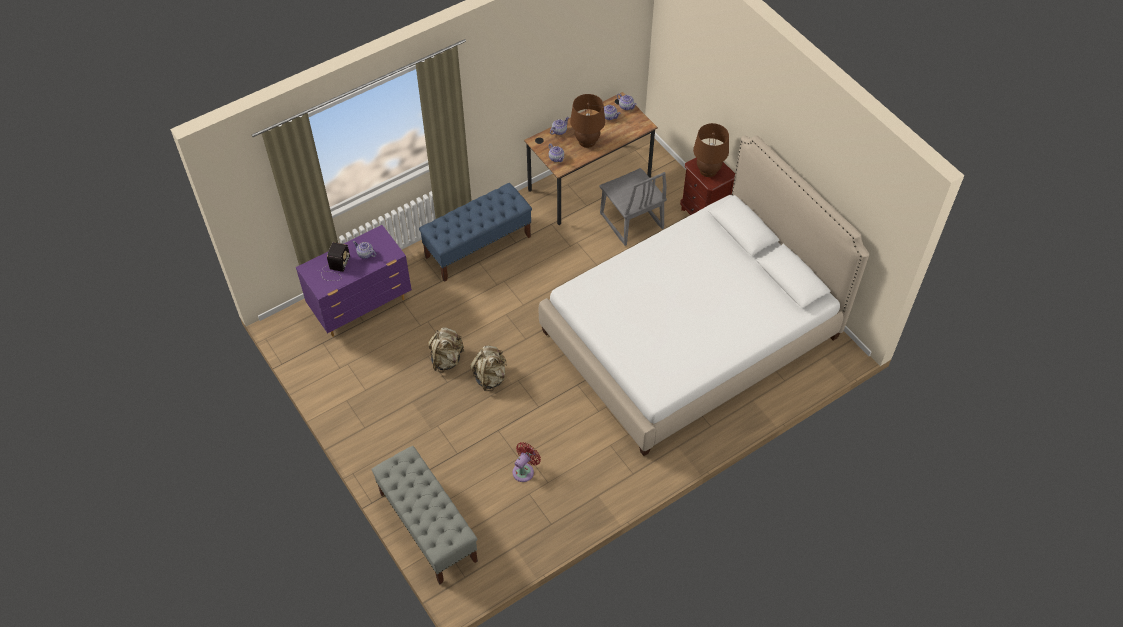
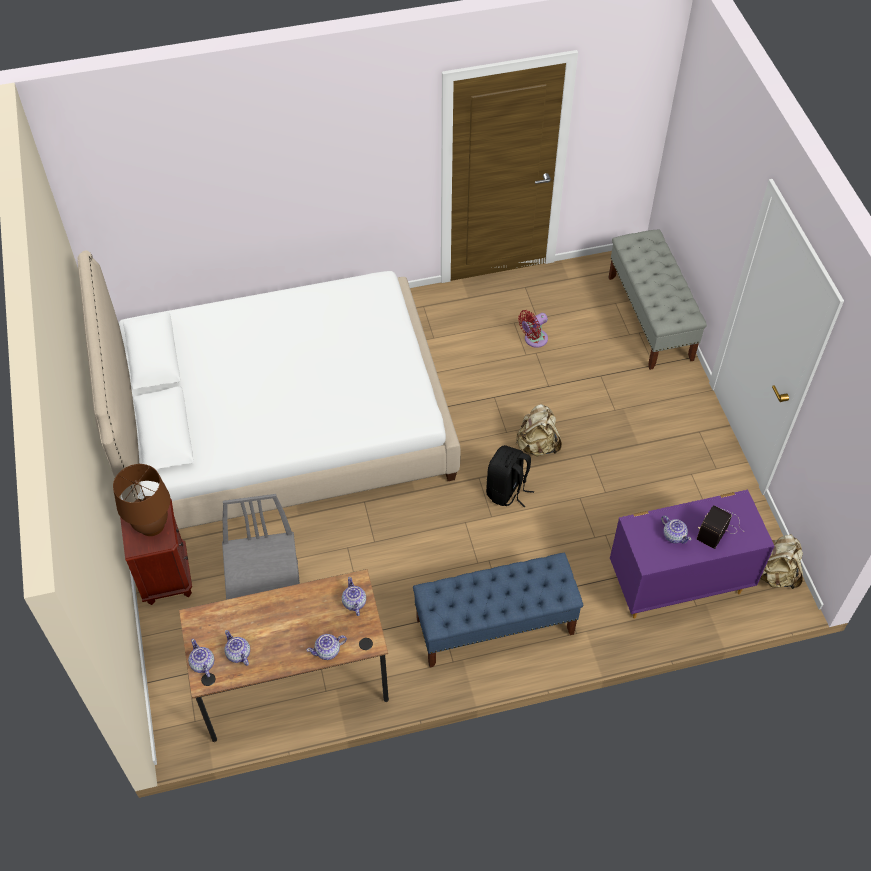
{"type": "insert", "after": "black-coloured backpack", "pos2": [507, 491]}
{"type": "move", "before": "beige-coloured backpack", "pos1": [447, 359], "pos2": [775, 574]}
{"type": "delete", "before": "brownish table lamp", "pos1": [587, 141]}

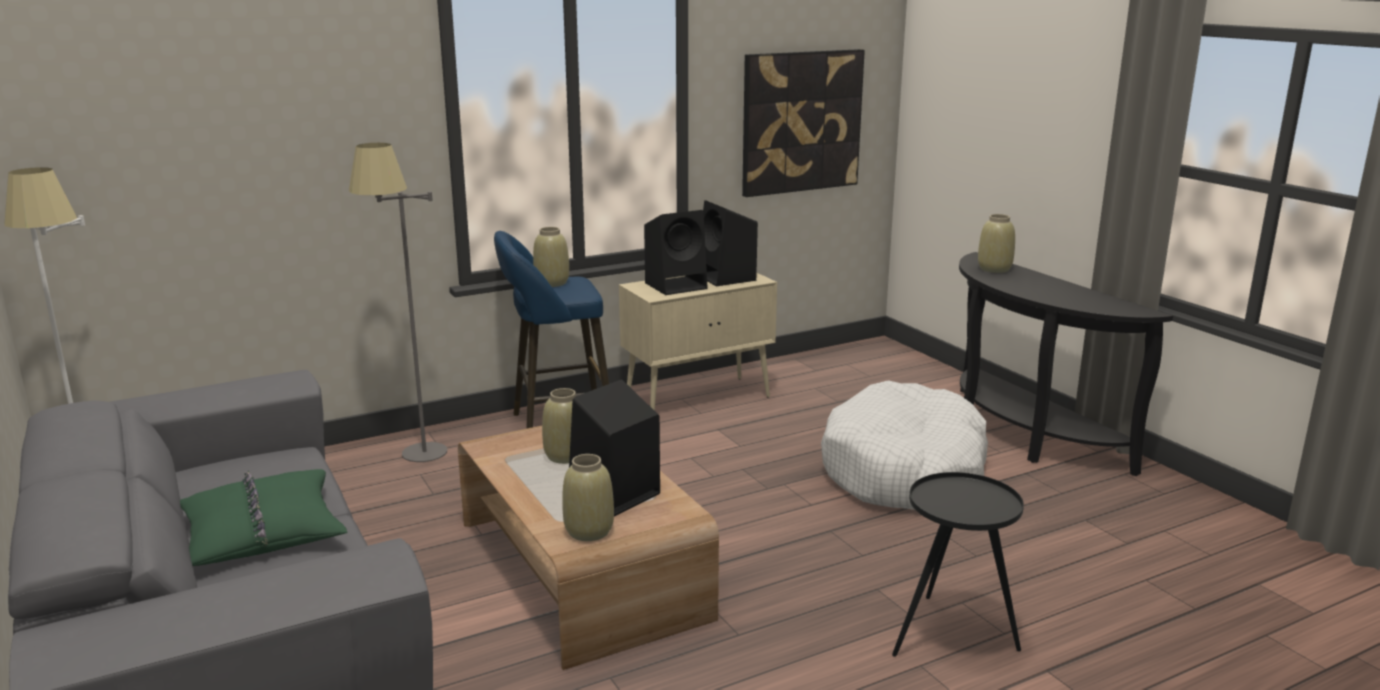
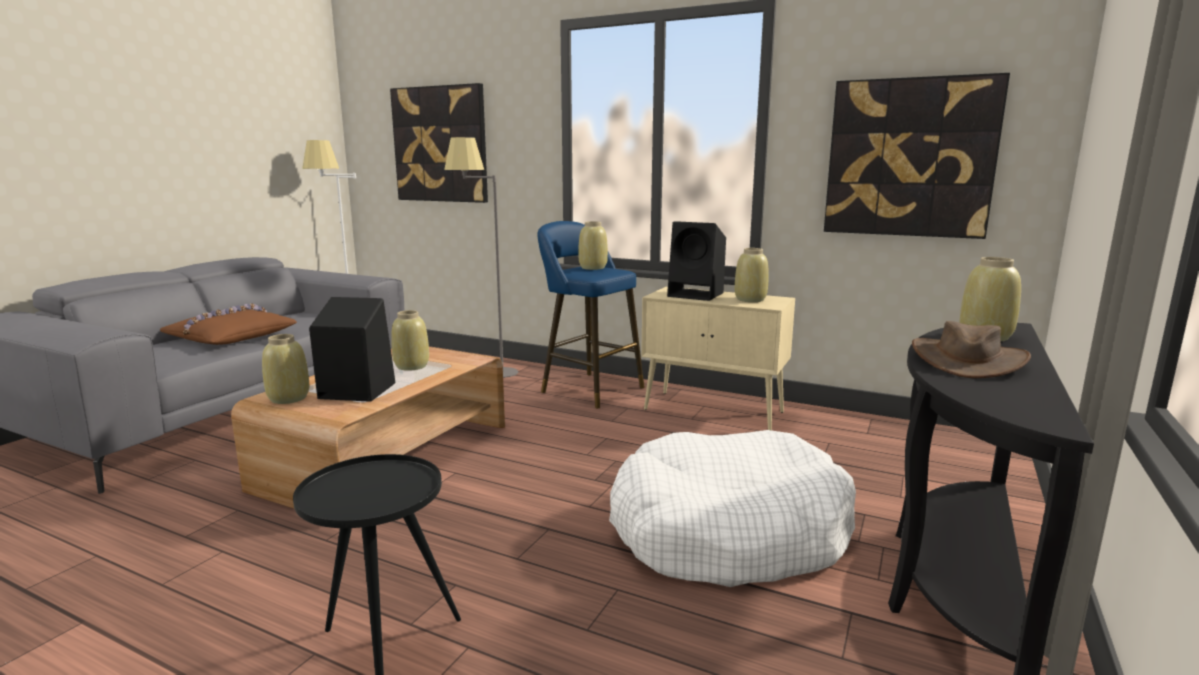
{"type": "recolor", "before": "greenish pillow", "after": "brownish pillow", "pos1": [262, 532], "pos2": [230, 337]}
{"type": "insert", "after": "picture", "pos2": [440, 144]}
{"type": "replace", "before": "black-coloured loudspeaker", "after": "beige-coloured vase", "pos1": [727, 278], "pos2": [750, 300]}
{"type": "insert", "after": "brownish wearable hat", "pos2": [967, 360]}

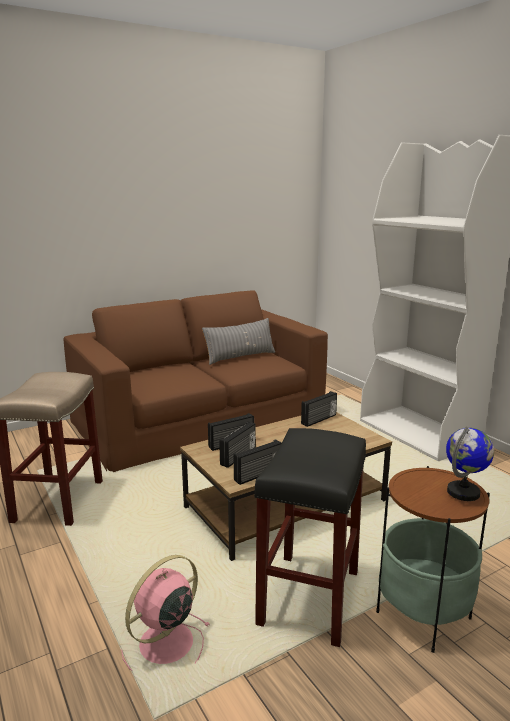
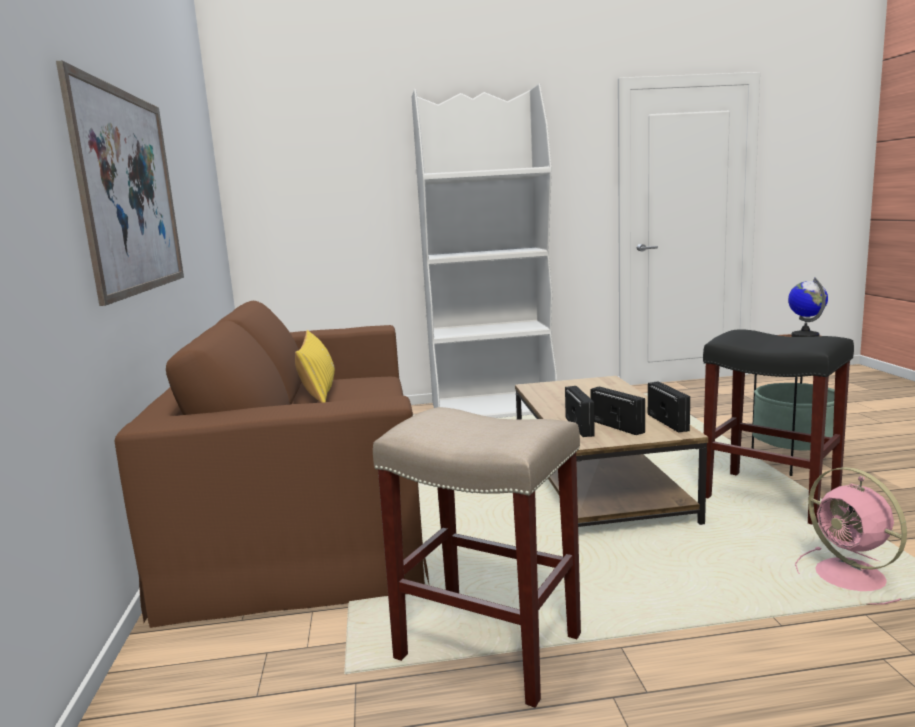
{"type": "insert", "after": "picture", "pos2": [131, 192]}
{"type": "recolor", "before": "greyish pillow", "after": "yellowish pillow", "pos1": [240, 357], "pos2": [319, 390]}
{"type": "delete", "before": "radio receiver", "pos1": [319, 419]}

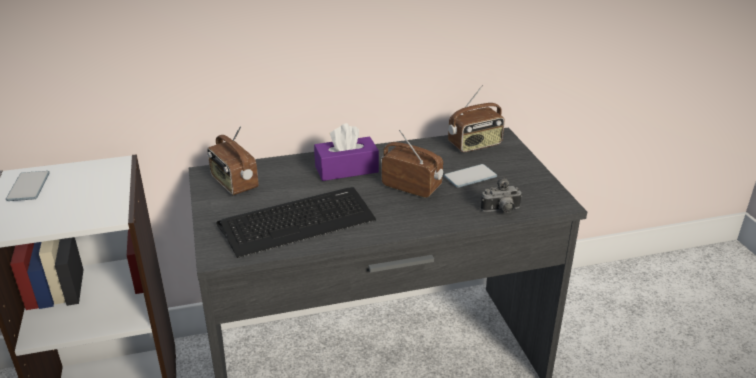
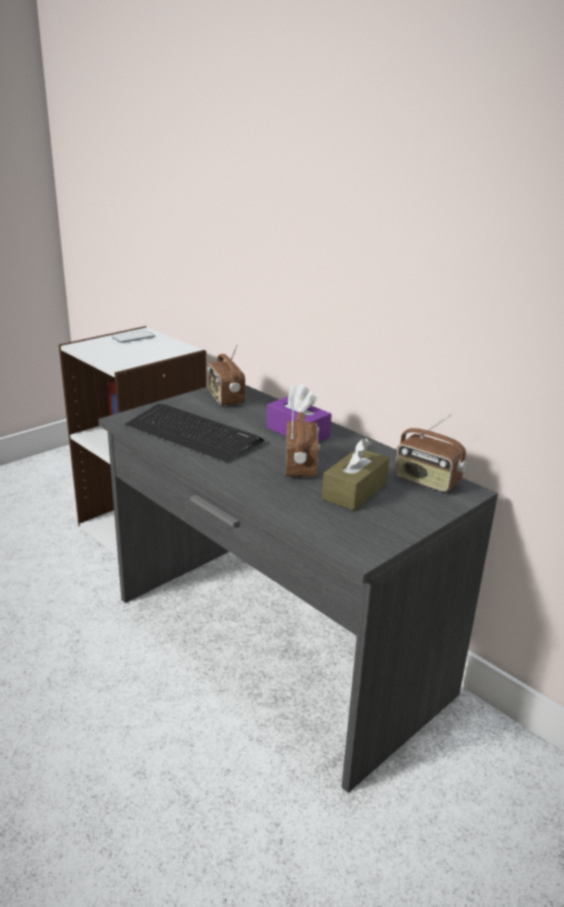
{"type": "rotate", "before": "radio receiver", "pos1": [233, 183], "pos2": [225, 398], "turn": -45}
{"type": "replace", "before": "phone", "after": "brownish tissue box", "pos1": [470, 177], "pos2": [355, 491]}
{"type": "delete", "before": "photo camera", "pos1": [501, 211]}

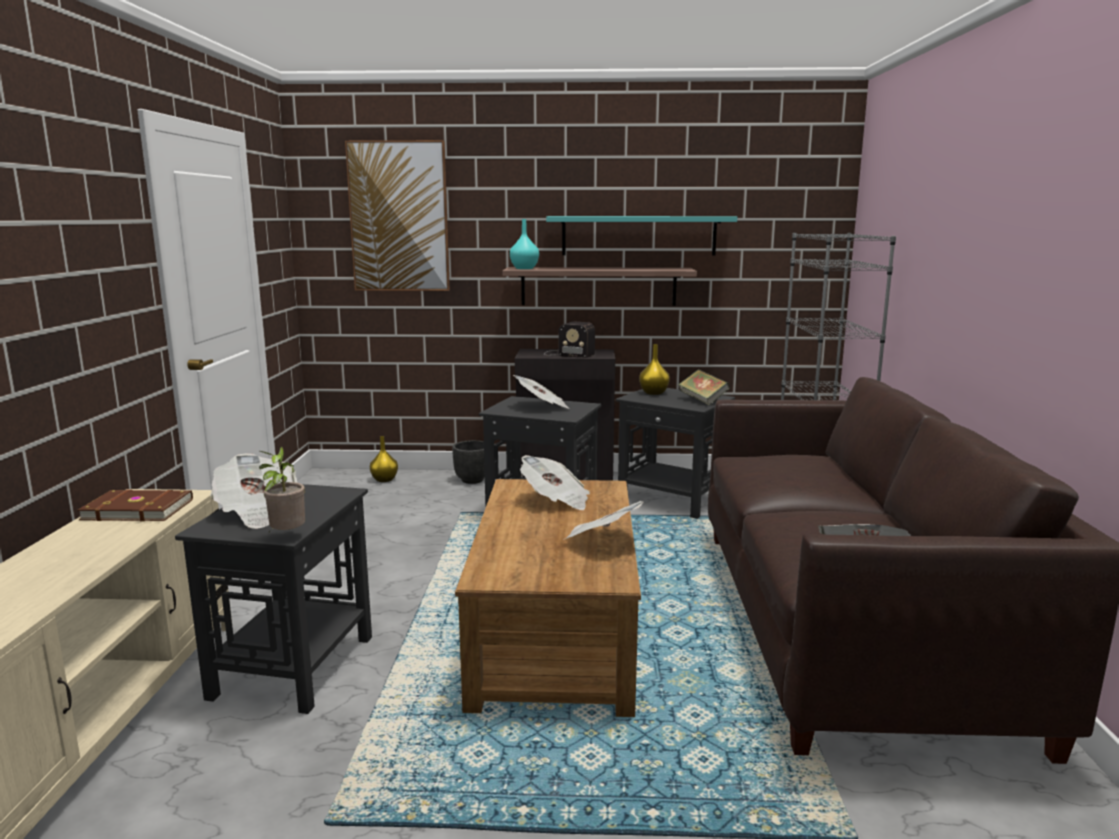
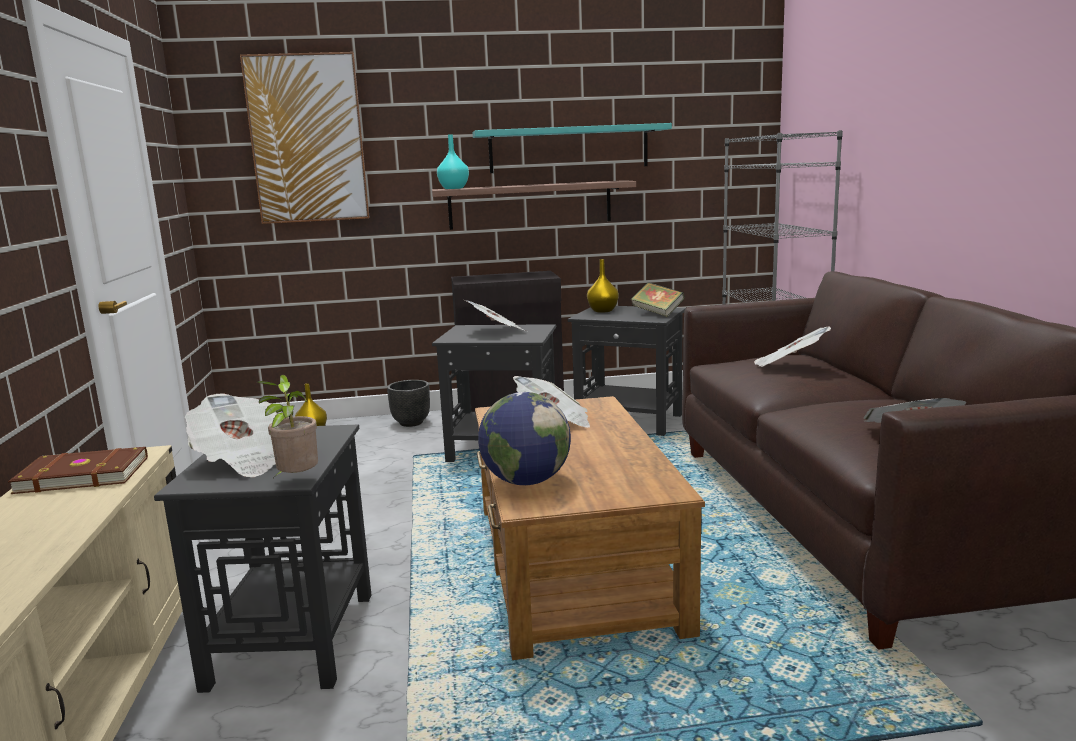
{"type": "insert", "after": "globe", "pos2": [526, 481]}
{"type": "move", "before": "newspaper", "pos1": [602, 540], "pos2": [788, 366]}
{"type": "delete", "before": "radio receiver", "pos1": [567, 354]}

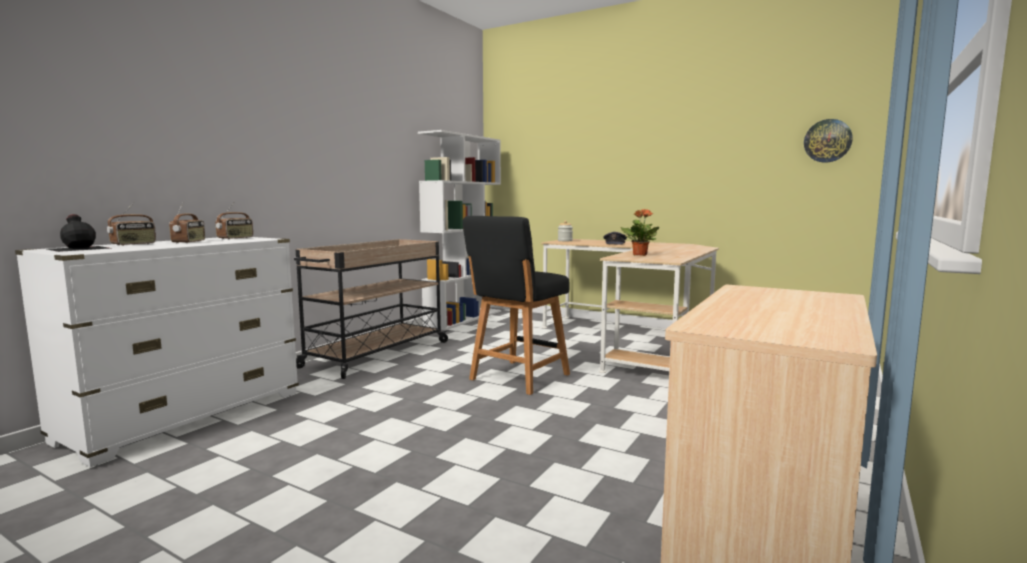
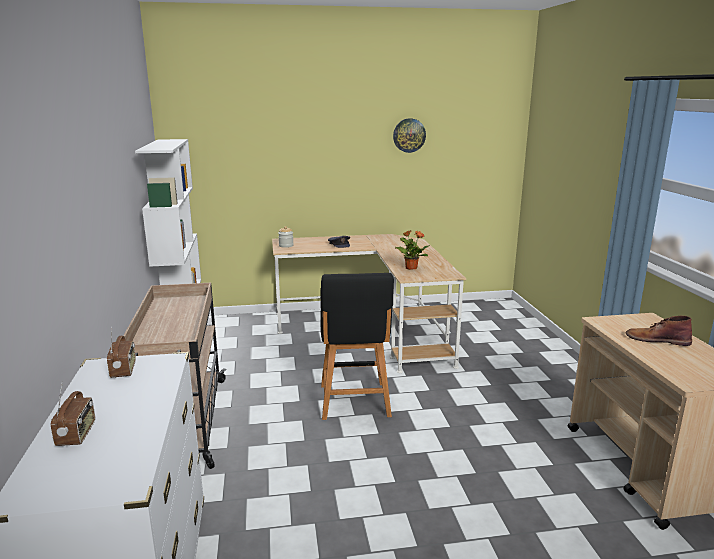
{"type": "move", "before": "wall clock", "pos1": [827, 141], "pos2": [409, 135]}
{"type": "insert", "after": "brownish high-top boot", "pos2": [656, 339]}
{"type": "delete", "before": "black-coloured drink bottle", "pos1": [80, 248]}
{"type": "delete", "before": "radio receiver", "pos1": [189, 242]}

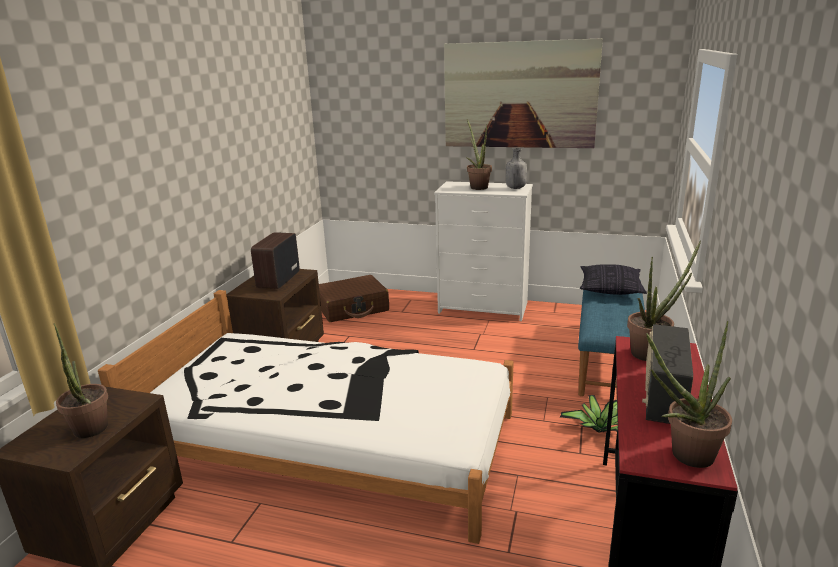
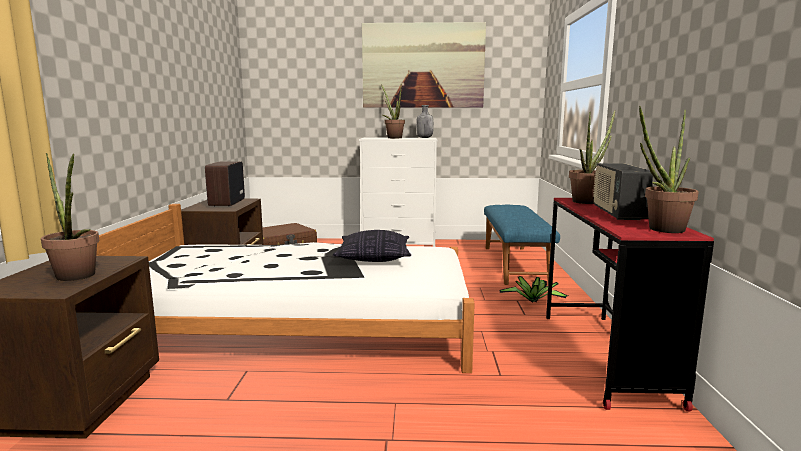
{"type": "move", "before": "pillow", "pos1": [610, 289], "pos2": [374, 258]}

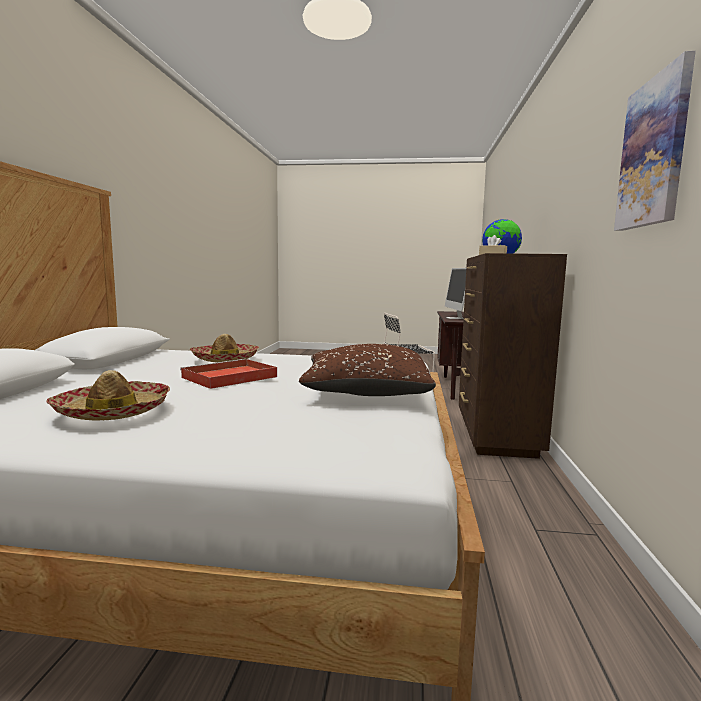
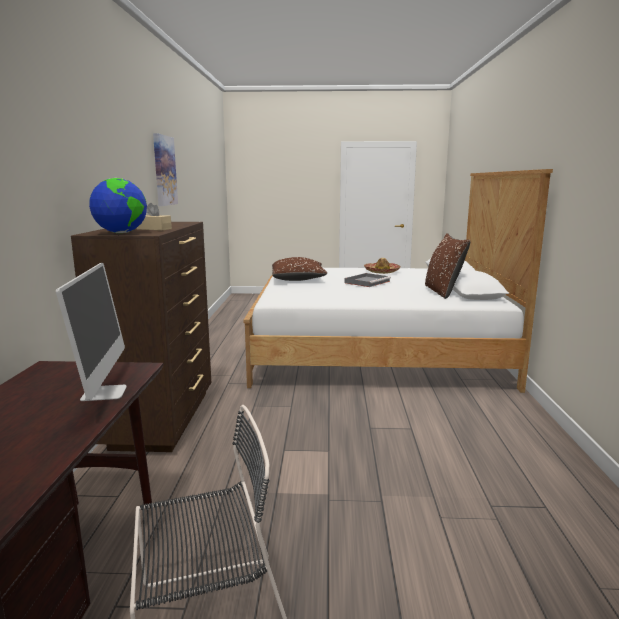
{"type": "recolor", "before": "reddish carrying tray", "after": "greyish carrying tray", "pos1": [228, 377], "pos2": [367, 282]}
{"type": "insert", "after": "brownish pillow", "pos2": [443, 292]}
{"type": "delete", "before": "wearable hat", "pos1": [225, 359]}

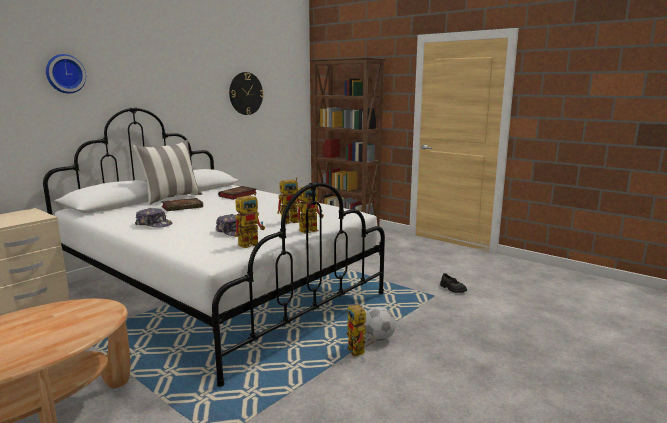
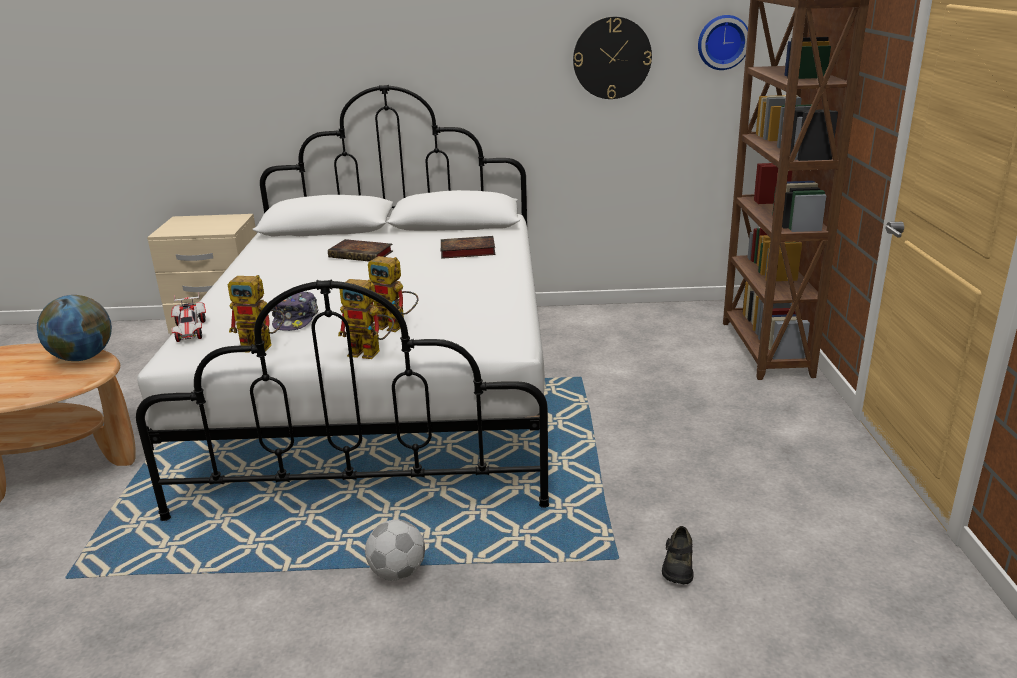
{"type": "insert", "after": "globe", "pos2": [82, 357]}
{"type": "insert", "after": "model car", "pos2": [190, 331]}
{"type": "move", "before": "wall clock", "pos1": [64, 74], "pos2": [722, 42]}
{"type": "delete", "before": "pillow", "pos1": [171, 198]}
{"type": "delete", "before": "cap", "pos1": [154, 224]}
{"type": "delete", "before": "toy robot", "pos1": [359, 353]}

